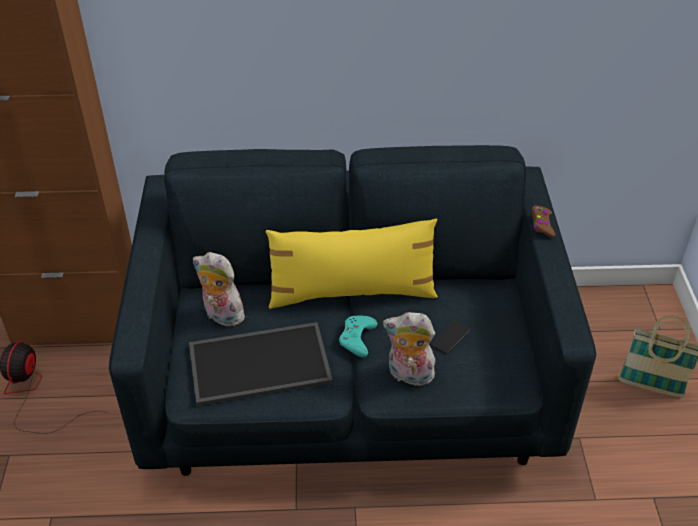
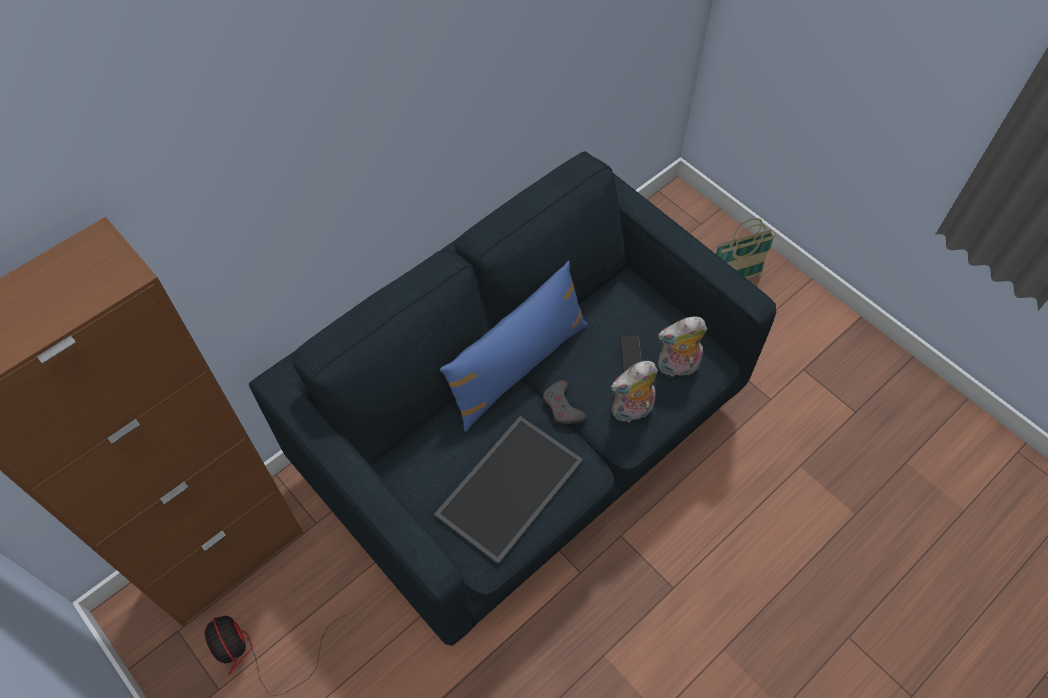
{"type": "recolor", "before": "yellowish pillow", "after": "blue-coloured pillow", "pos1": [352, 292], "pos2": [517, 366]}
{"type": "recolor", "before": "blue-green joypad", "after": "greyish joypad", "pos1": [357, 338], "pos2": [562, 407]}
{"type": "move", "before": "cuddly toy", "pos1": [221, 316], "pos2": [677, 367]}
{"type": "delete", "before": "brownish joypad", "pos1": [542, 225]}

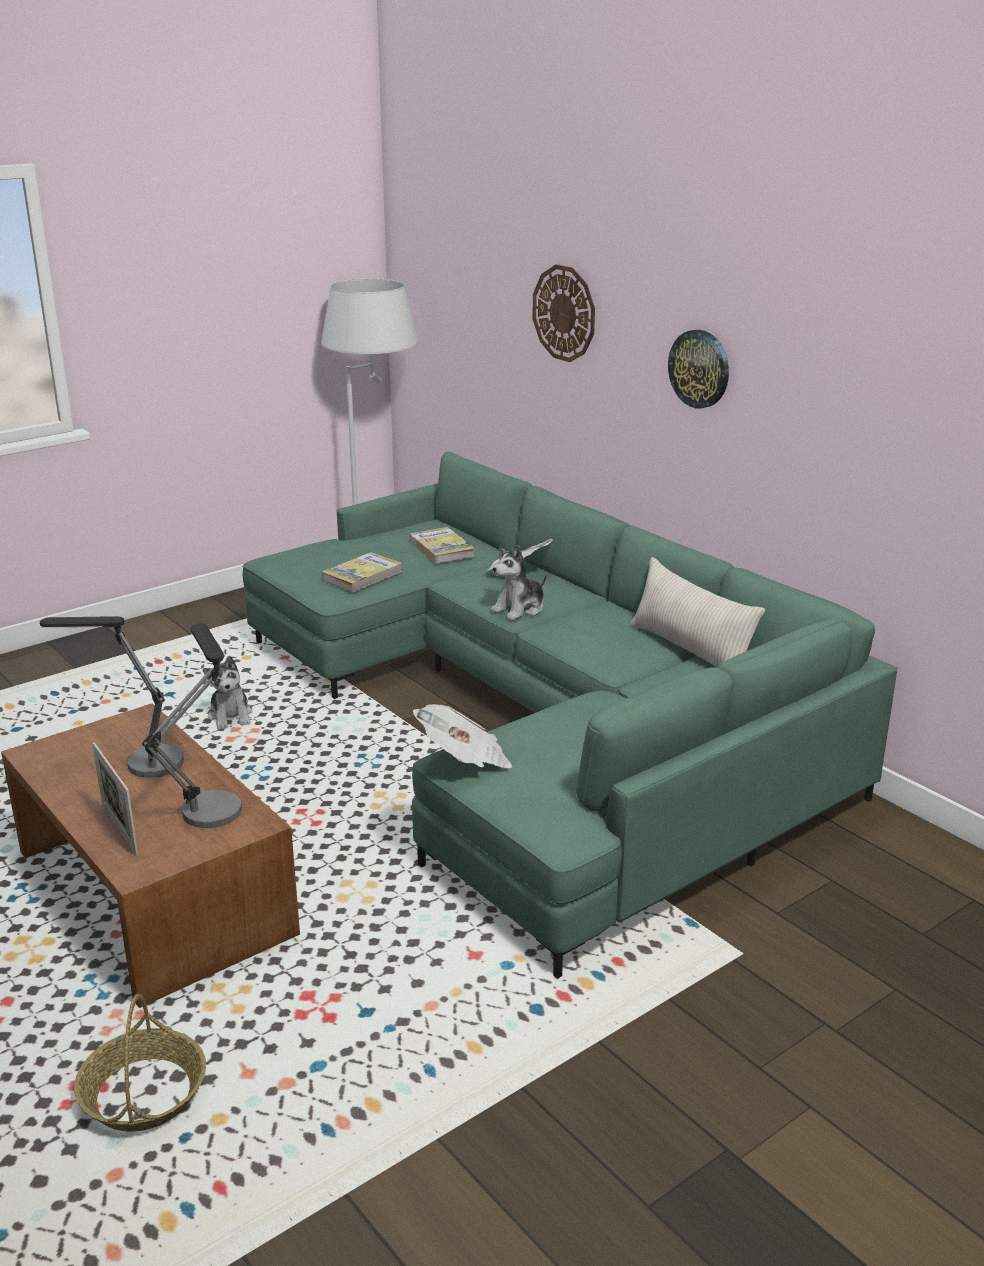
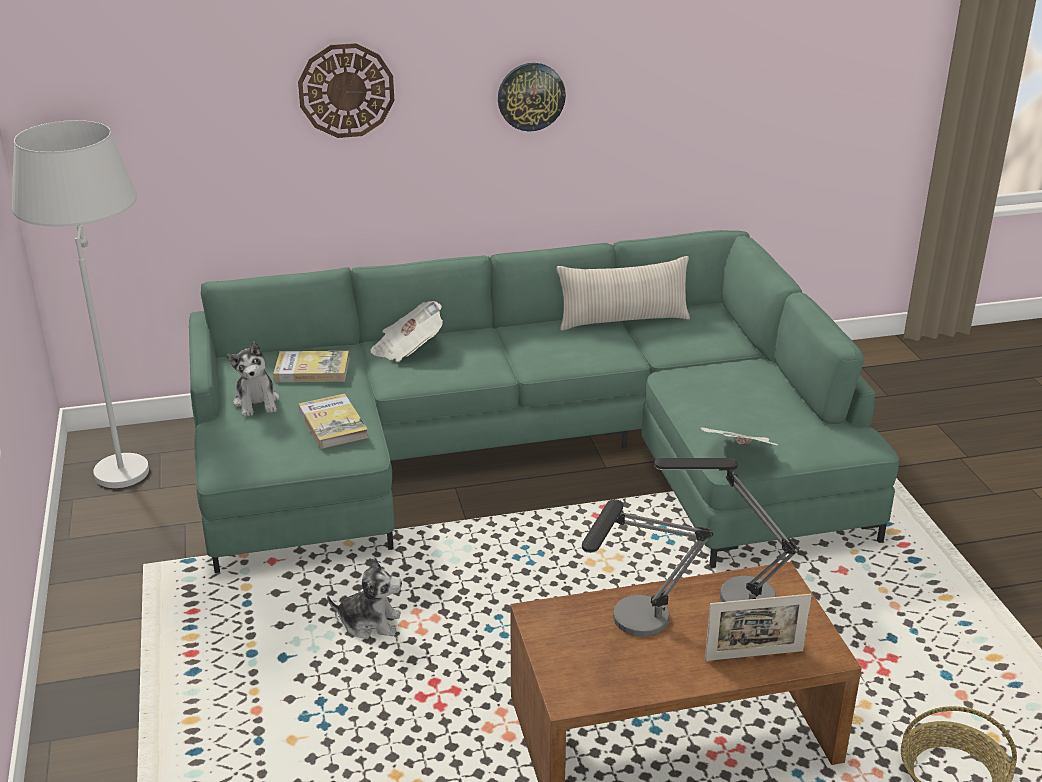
{"type": "move", "before": "cuddly toy", "pos1": [519, 609], "pos2": [257, 402]}

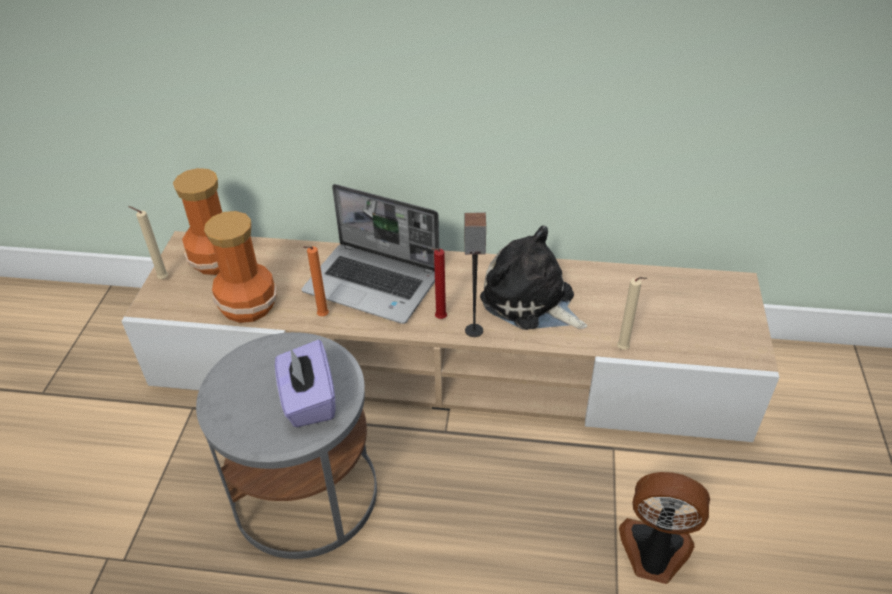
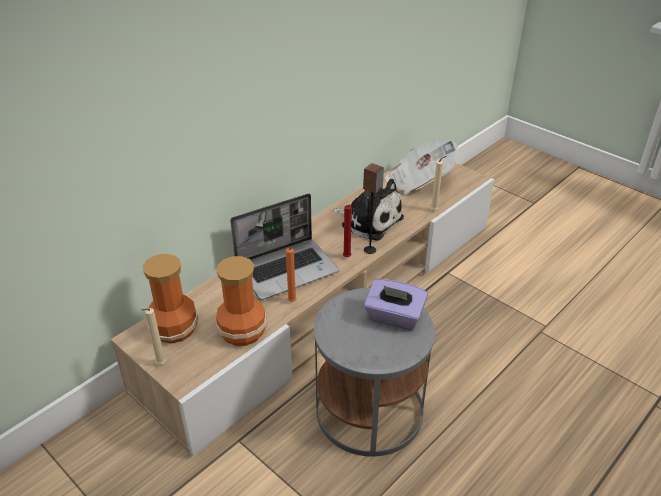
{"type": "rotate", "before": "cuddly toy", "pos1": [531, 302], "pos2": [369, 221], "turn": -135}
{"type": "insert", "after": "newspaper", "pos2": [419, 180]}
{"type": "delete", "before": "electric fan", "pos1": [654, 553]}

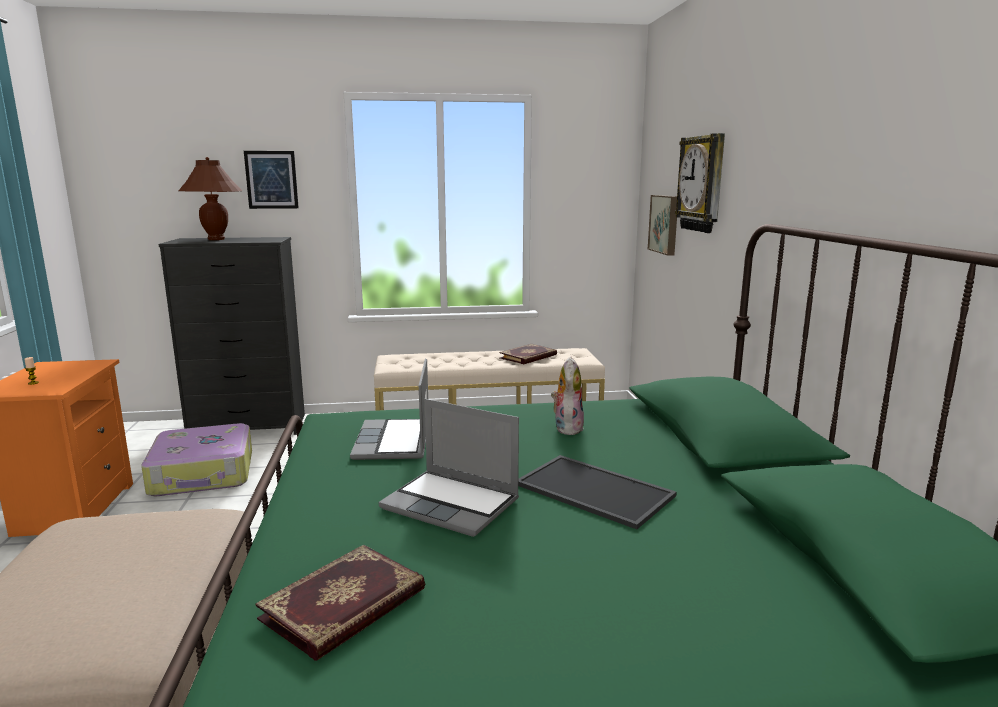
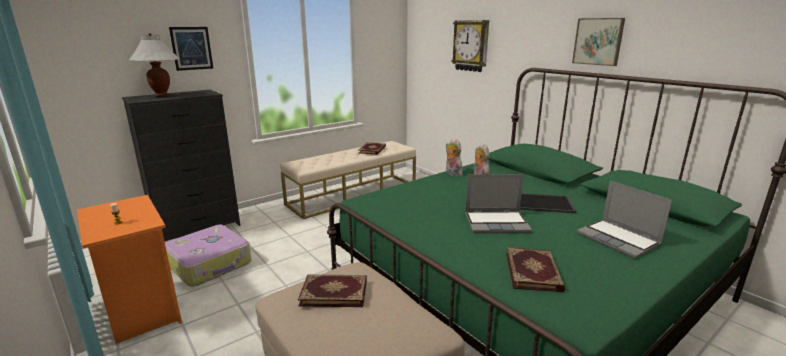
{"type": "recolor", "before": "brownish table lamp", "after": "white-coloured table lamp", "pos1": [216, 239], "pos2": [161, 96]}
{"type": "insert", "after": "book", "pos2": [334, 292]}
{"type": "insert", "after": "cuddly toy", "pos2": [452, 173]}
{"type": "move", "before": "picture", "pos1": [665, 224], "pos2": [598, 41]}
{"type": "move", "before": "notebook computer", "pos1": [394, 442], "pos2": [619, 239]}

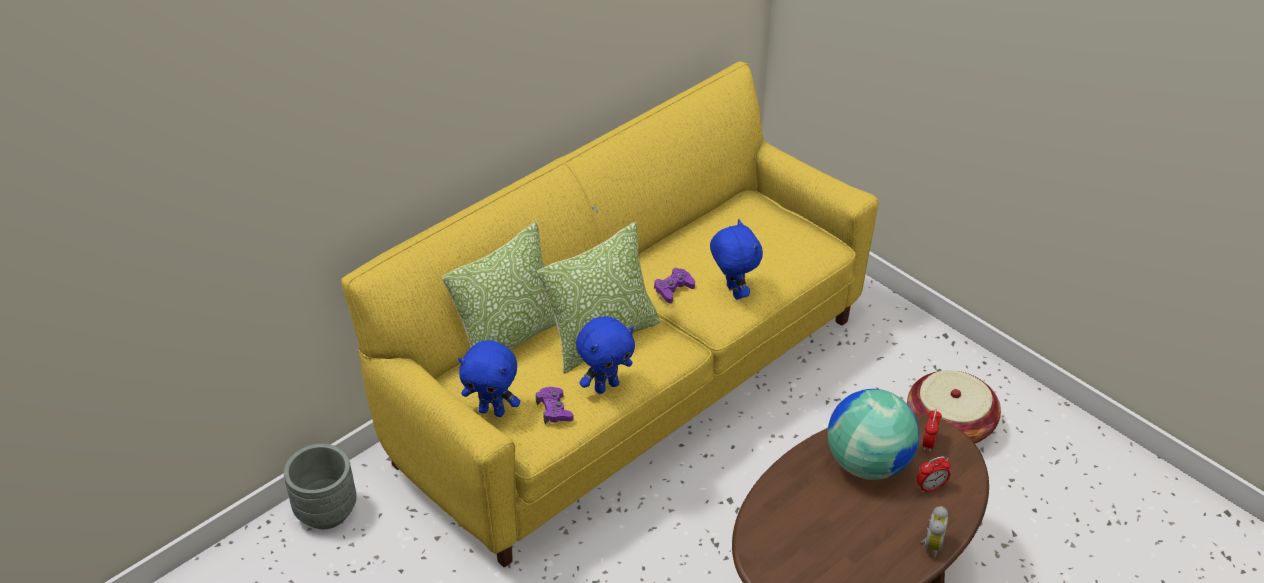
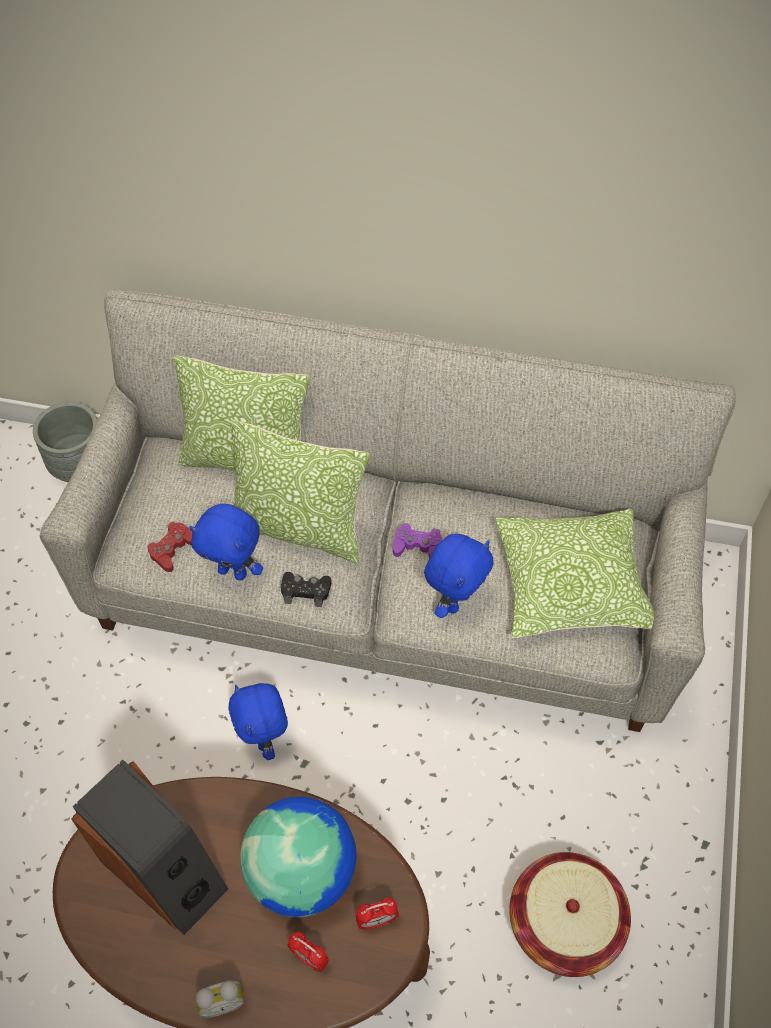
{"type": "recolor", "before": "yellowish sofa", "after": "greyish sofa", "pos1": [631, 387], "pos2": [385, 593]}
{"type": "insert", "after": "loudspeaker", "pos2": [165, 870]}
{"type": "recolor", "before": "purple joypad", "after": "reddish joypad", "pos1": [554, 410], "pos2": [173, 549]}
{"type": "move", "before": "blue-coloured cuddly toy", "pos1": [492, 411], "pos2": [264, 739]}
{"type": "insert", "after": "black-coloured joypad", "pos2": [306, 591]}
{"type": "insert", "after": "pillow", "pos2": [571, 584]}

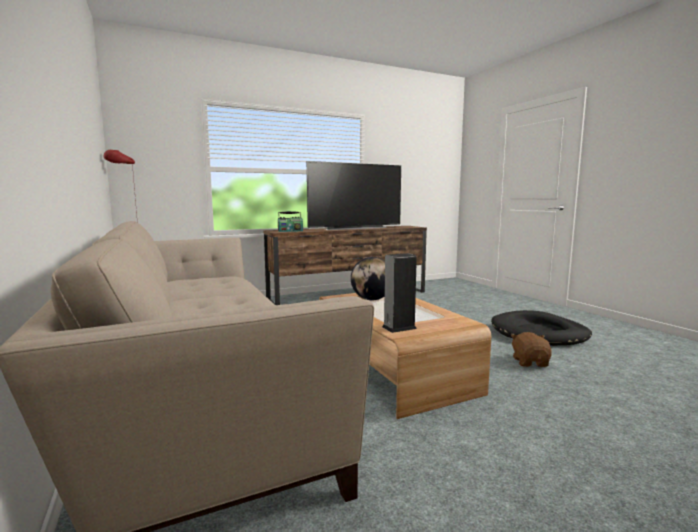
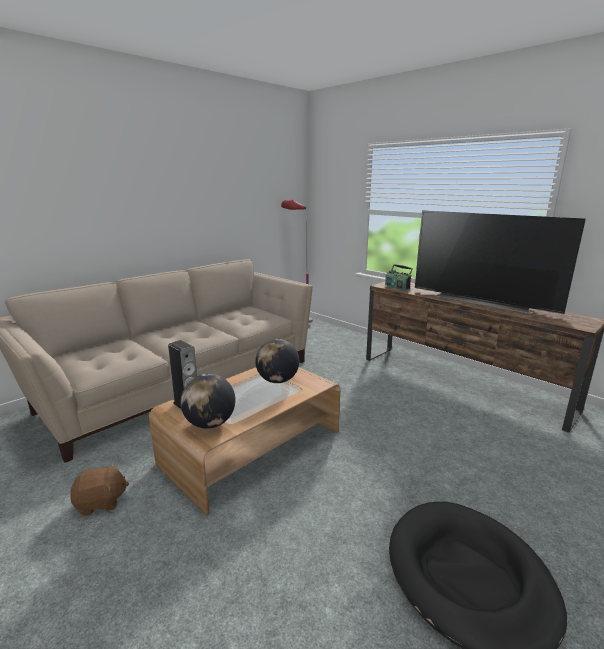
{"type": "move", "before": "brownish cuddly toy", "pos1": [530, 362], "pos2": [101, 502]}
{"type": "insert", "after": "globe", "pos2": [210, 424]}

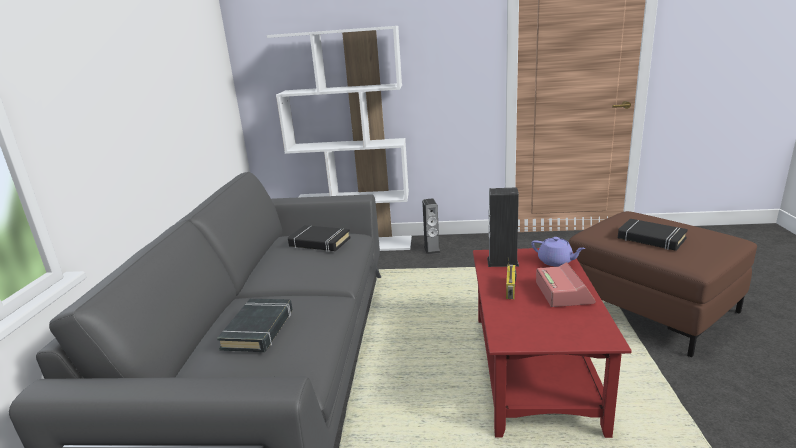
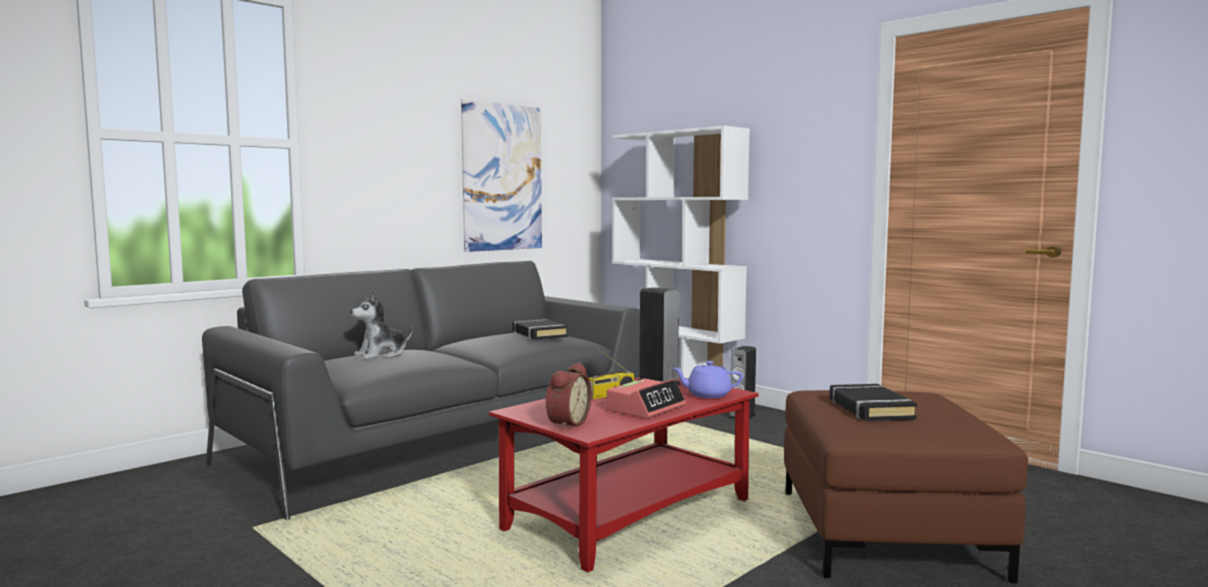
{"type": "replace", "before": "black-coloured book", "after": "cuddly toy", "pos1": [259, 329], "pos2": [381, 355]}
{"type": "insert", "after": "picture", "pos2": [502, 177]}
{"type": "insert", "after": "table clock", "pos2": [566, 423]}
{"type": "rotate", "before": "purple tea pot", "pos1": [556, 261], "pos2": [707, 395], "turn": 105}

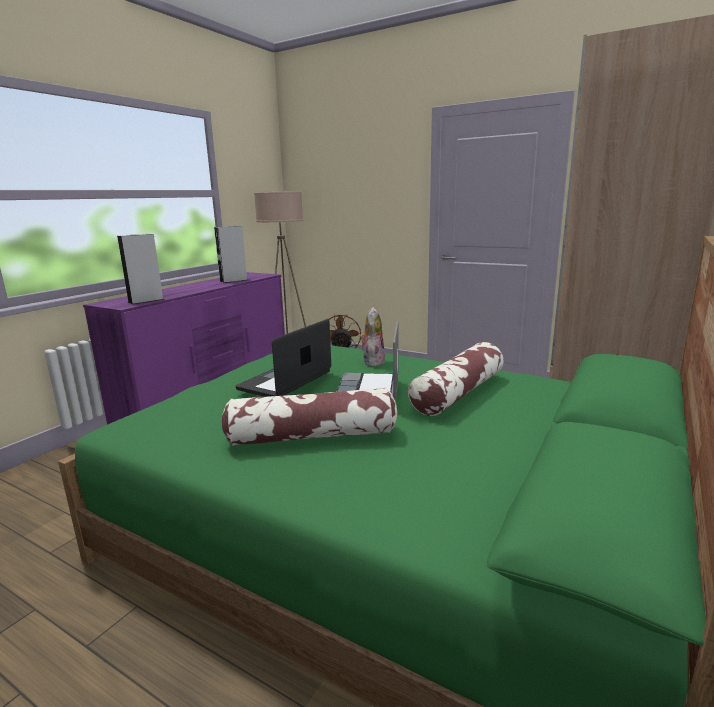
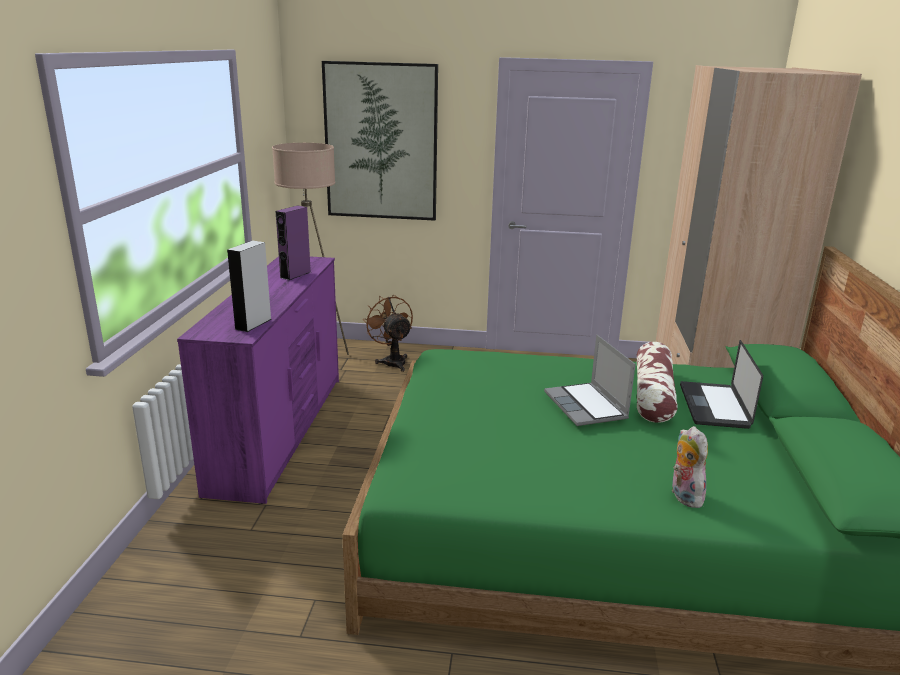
{"type": "recolor", "before": "greyish loudspeaker", "after": "purple loudspeaker", "pos1": [233, 280], "pos2": [295, 275]}
{"type": "insert", "after": "picture", "pos2": [381, 142]}
{"type": "move", "before": "cuddly toy", "pos1": [372, 361], "pos2": [683, 496]}
{"type": "move", "before": "notebook computer", "pos1": [285, 381], "pos2": [713, 406]}
{"type": "delete", "before": "pillow", "pos1": [311, 436]}

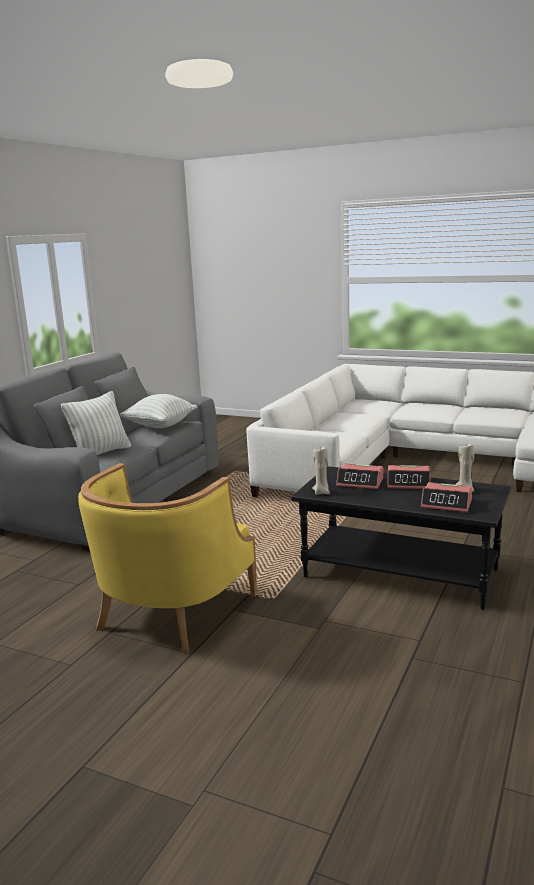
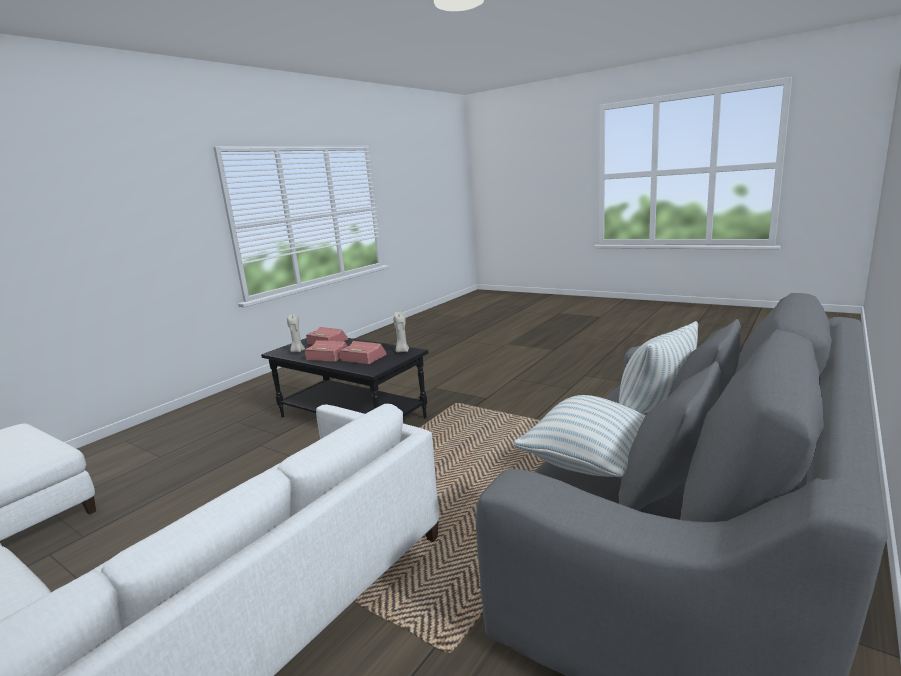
{"type": "delete", "before": "yellowish lounge chair", "pos1": [172, 612]}

